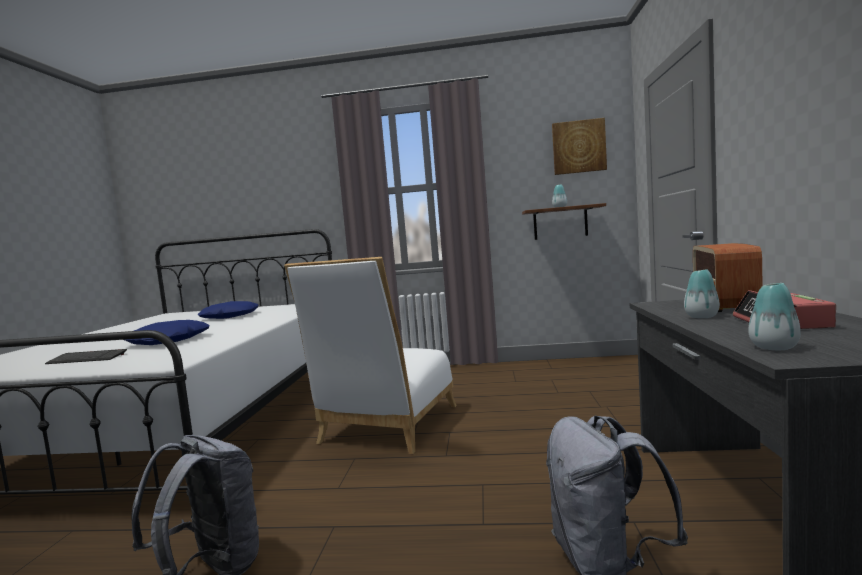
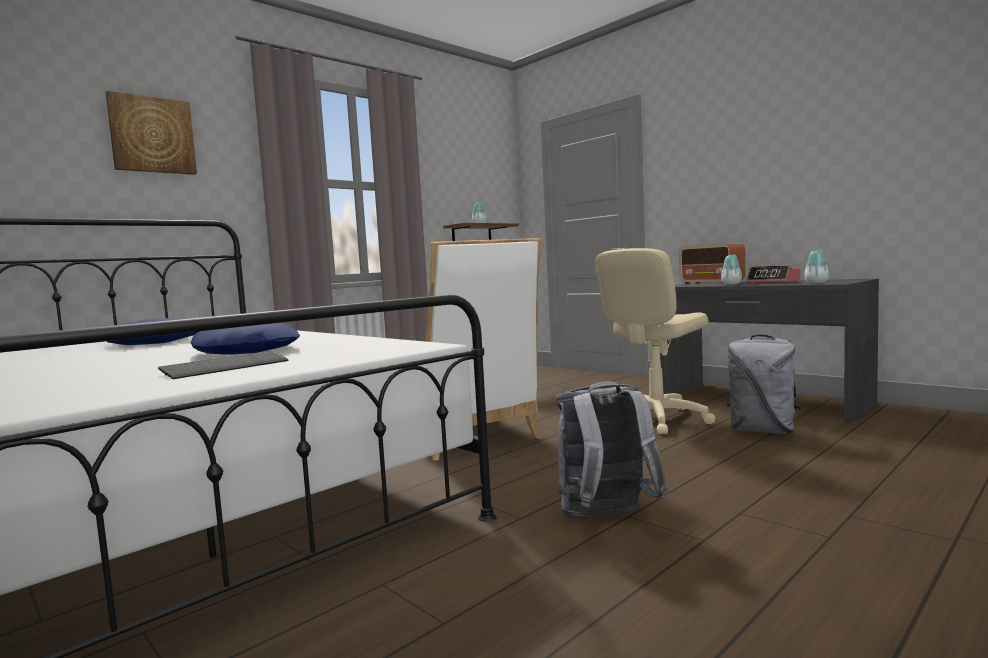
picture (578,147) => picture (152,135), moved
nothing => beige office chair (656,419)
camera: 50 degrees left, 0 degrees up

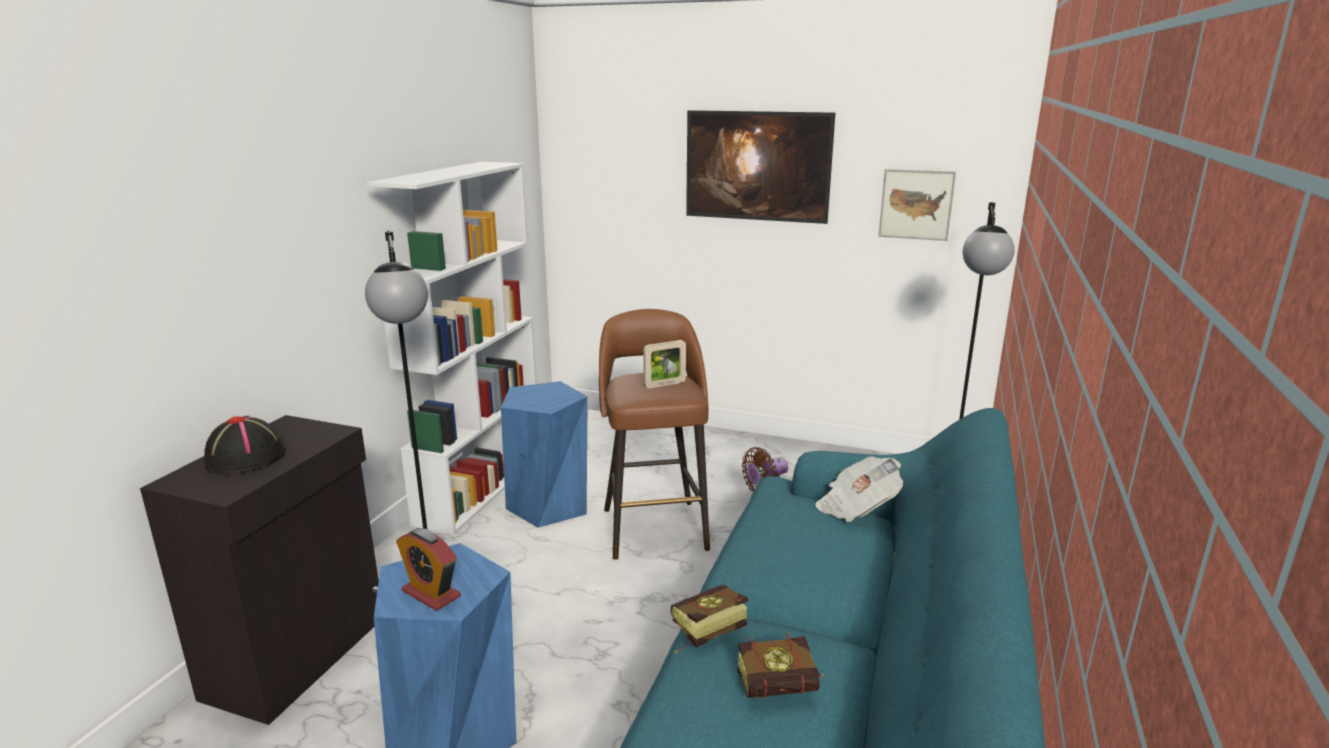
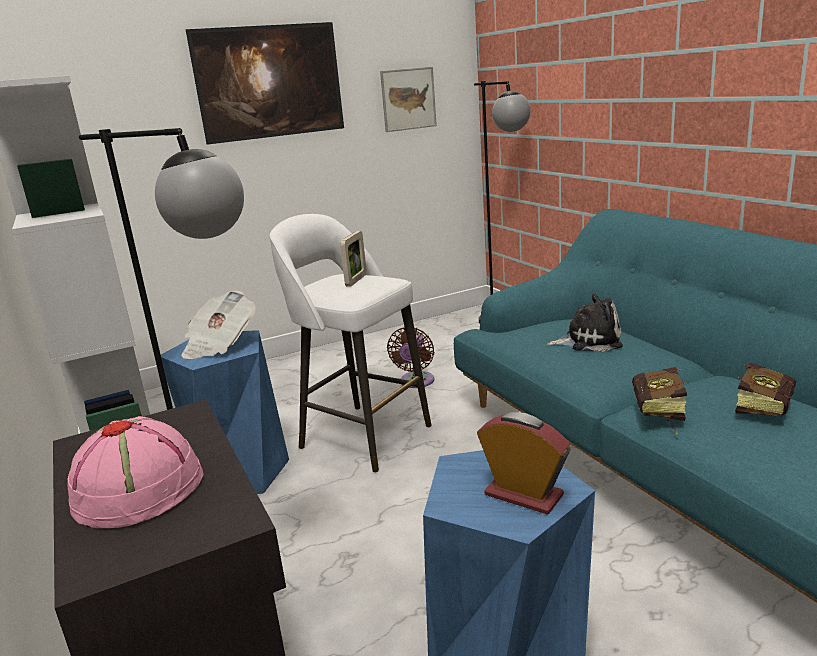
black hat (246,458) => pink hat (139,488)
alarm clock (431,594) => alarm clock (523,495), 135 degrees counterclockwise
brown stool (654,527) => white stool (362,435)
newspaper (856,507) => newspaper (219,345), moved
nothing => plush toy (589,340)
camera: 45 degrees left, 0 degrees up

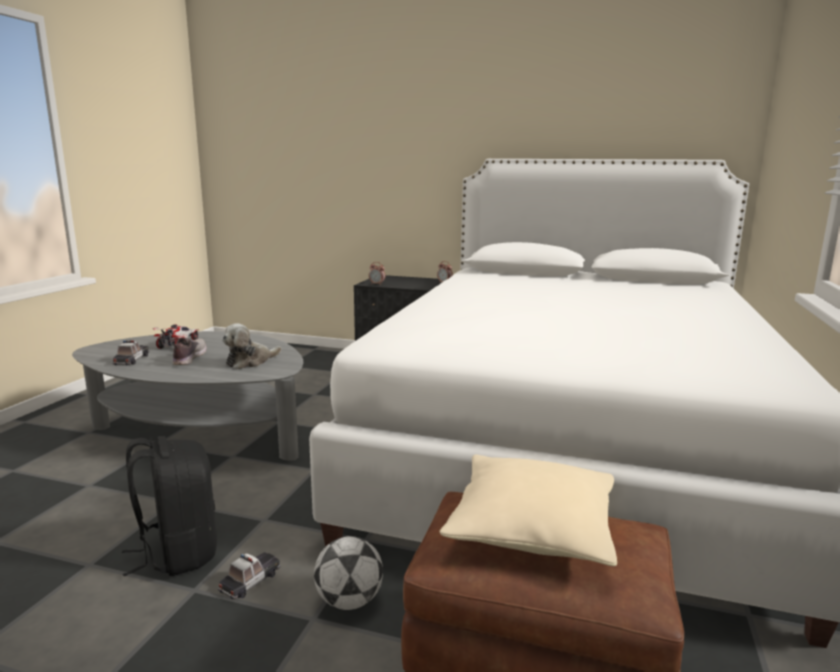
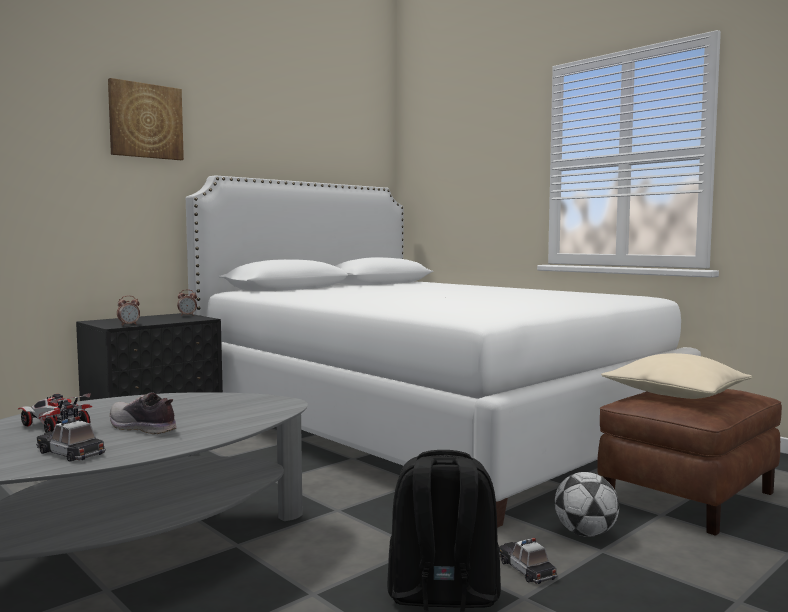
plush toy (250,362) => nothing
nothing => picture (145,121)
camera: 60 degrees left, 10 degrees down

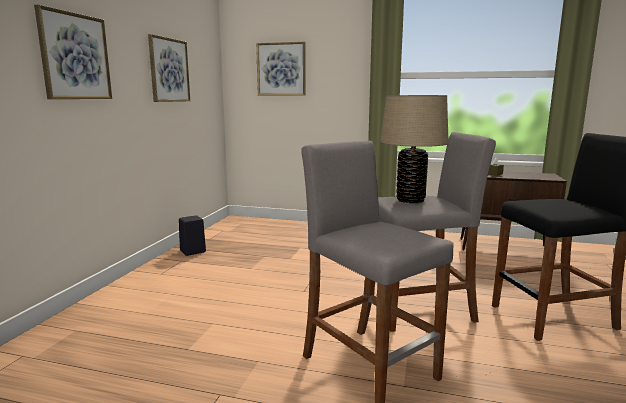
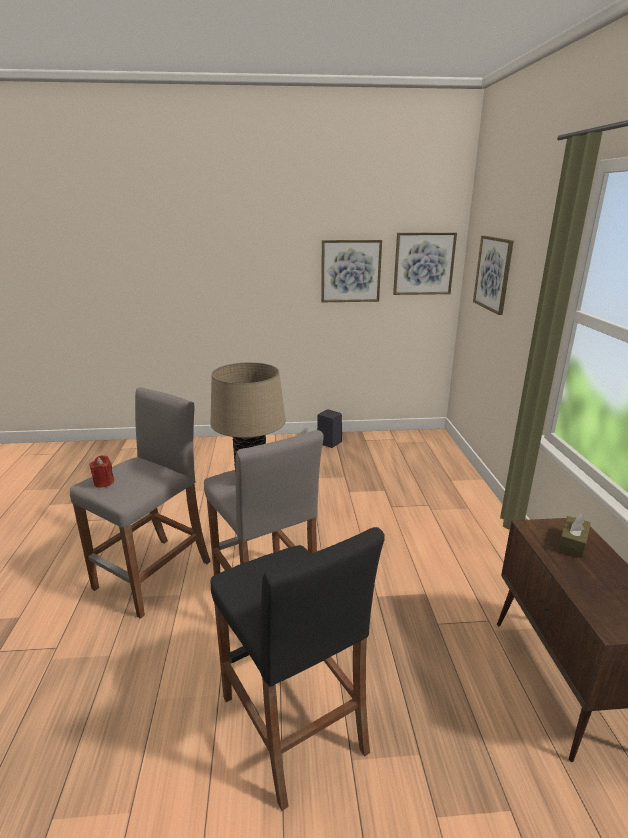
picture (75,56) => picture (423,264), moved
nothing => red candle (104,482)
camera: 70 degrees right, 10 degrees up

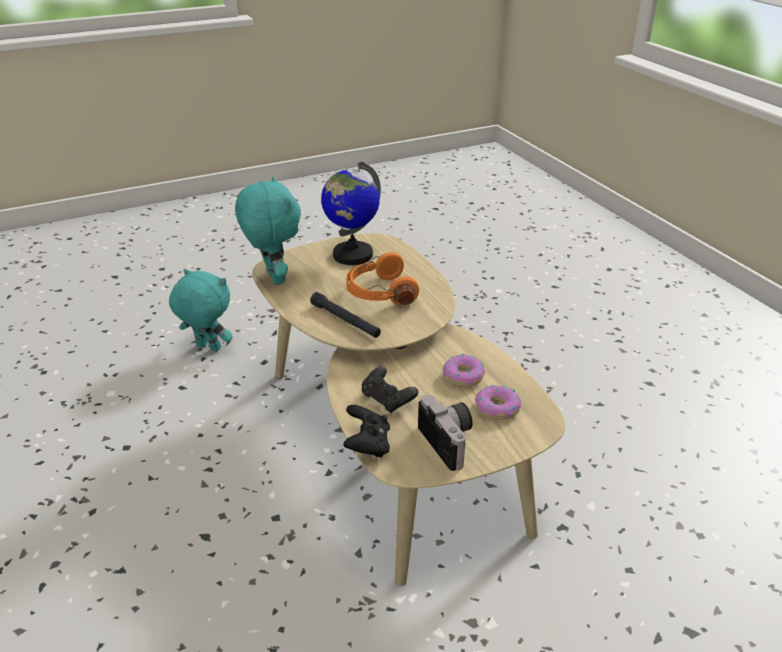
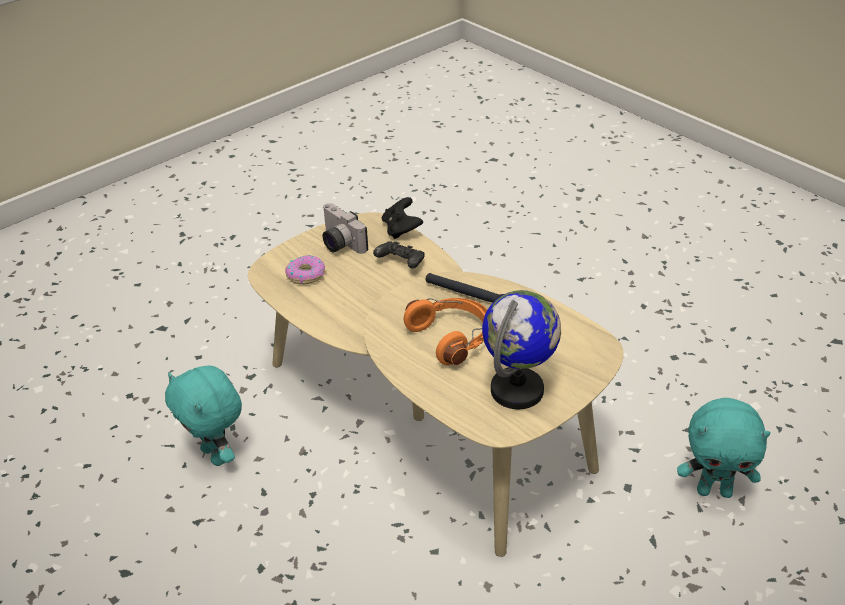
turquoise plush toy (273,278) => turquoise plush toy (216,455), moved
donut (463,376) => nothing
camera: 165 degrees right, 5 degrees up

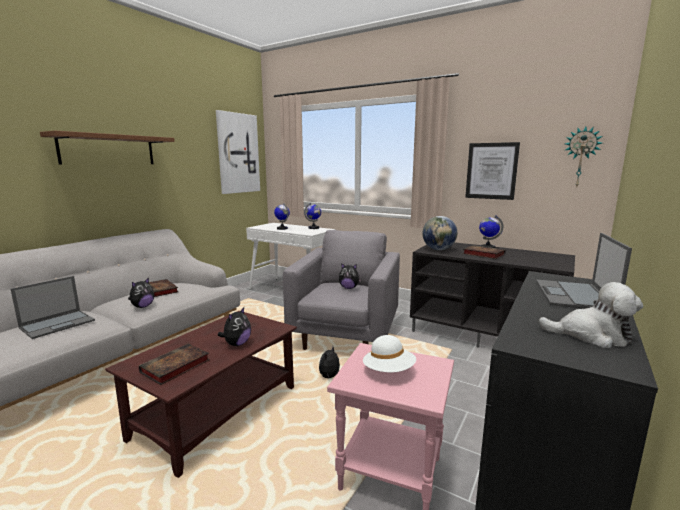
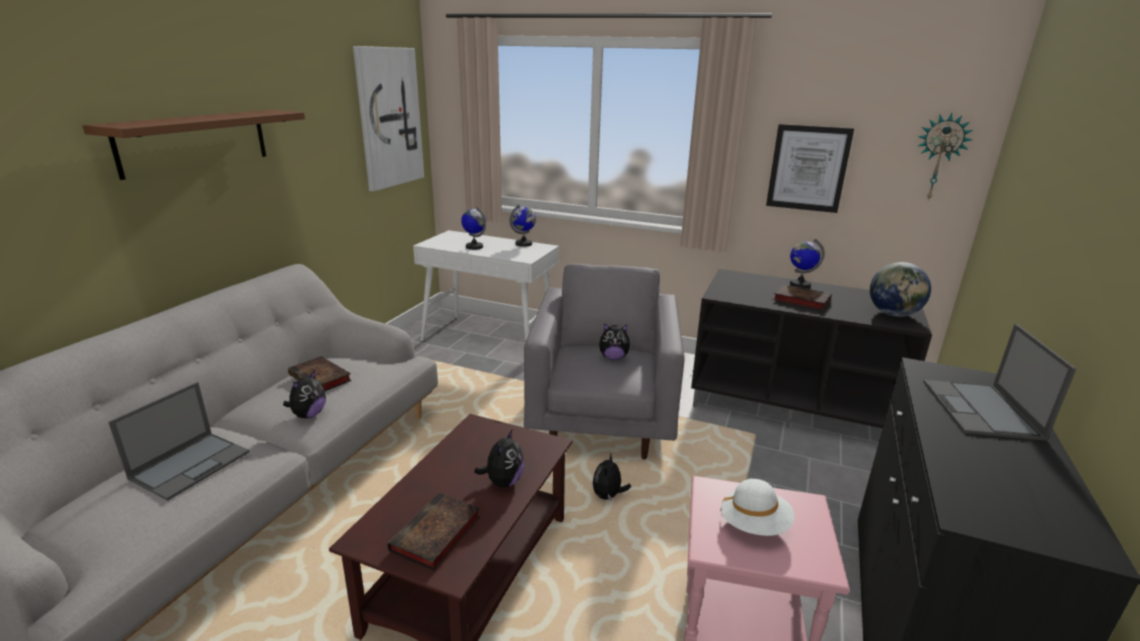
globe (438,249) => globe (893,314), moved
plush toy (591,335) => nothing
camera: 10 degrees left, 10 degrees up

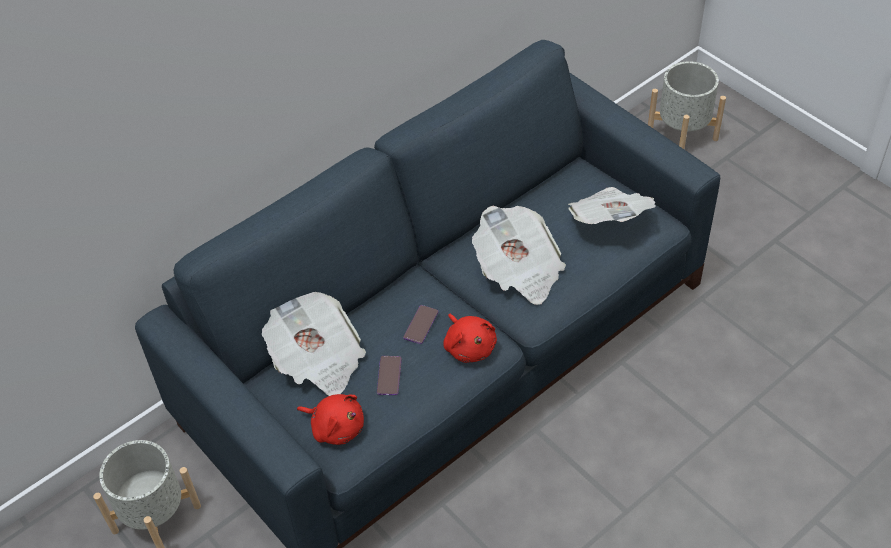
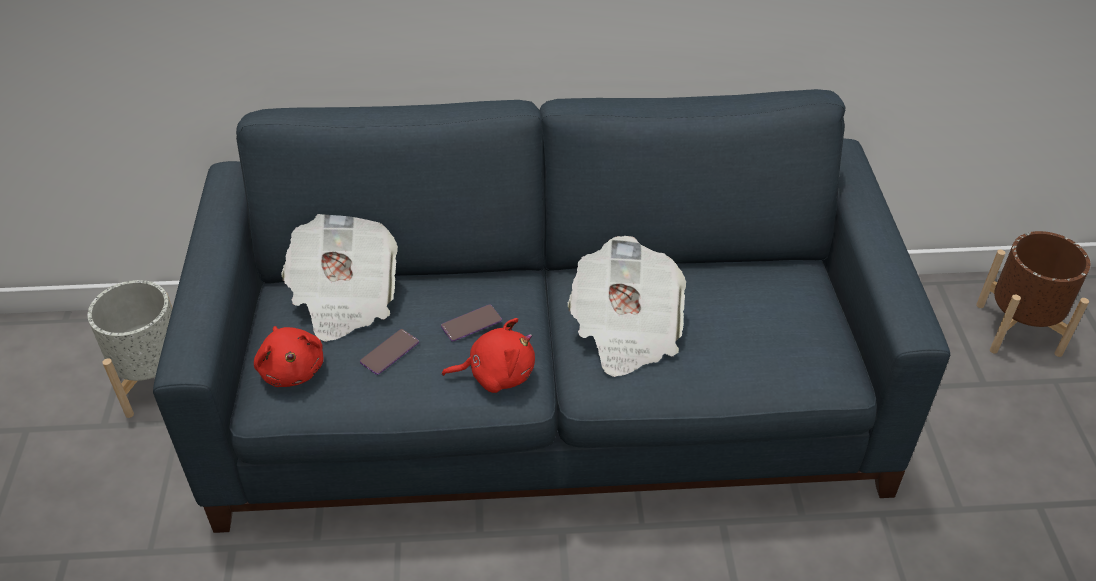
red plush toy (469,346) => red plush toy (496,374), 105 degrees counterclockwise
newspaper (609,221) => nothing
grey planter (682,135) => brown planter (1017,329)
camera: 35 degrees right, 5 degrees down

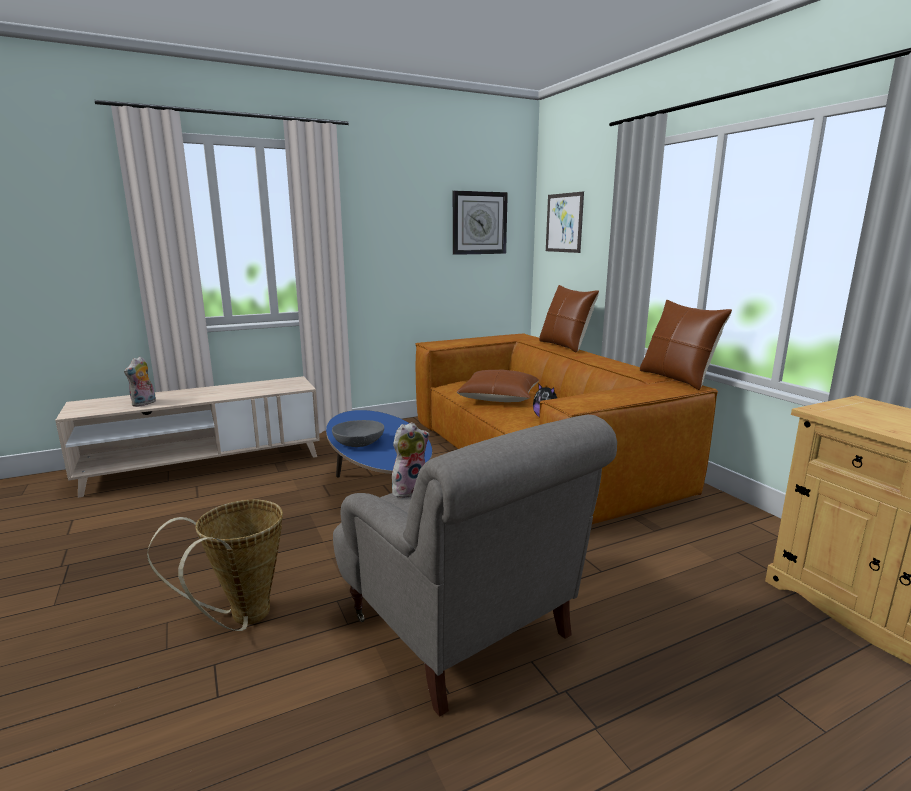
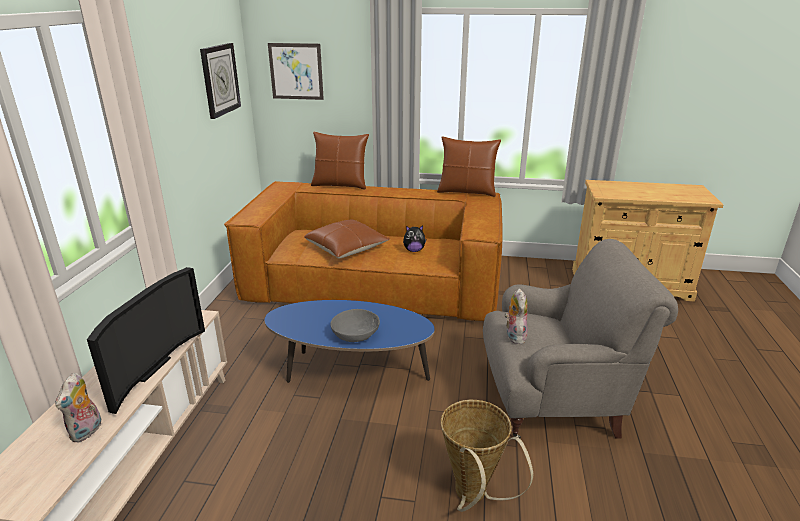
plush toy (144,404) => plush toy (87,432), 45 degrees clockwise
nothing => television (147,368)
camera: 55 degrees left, 10 degrees up

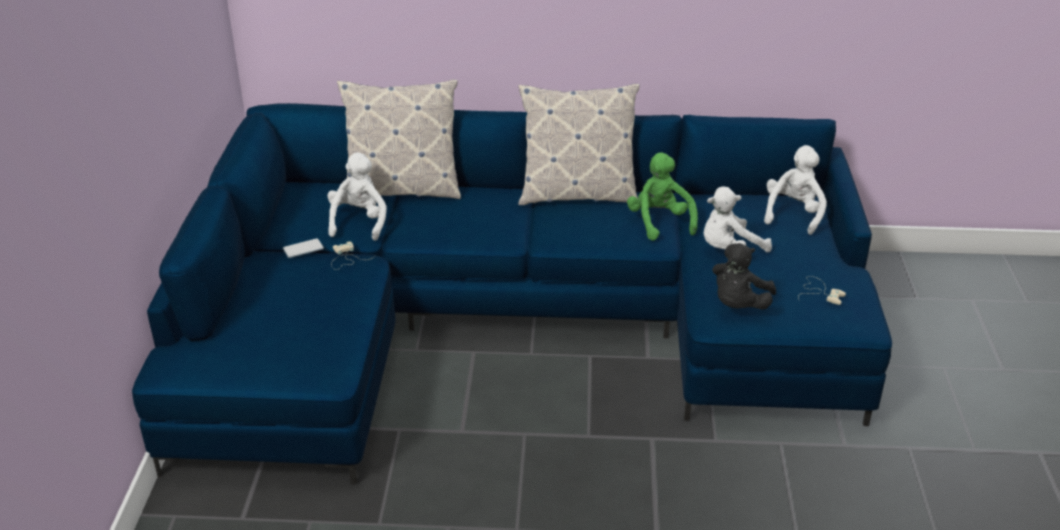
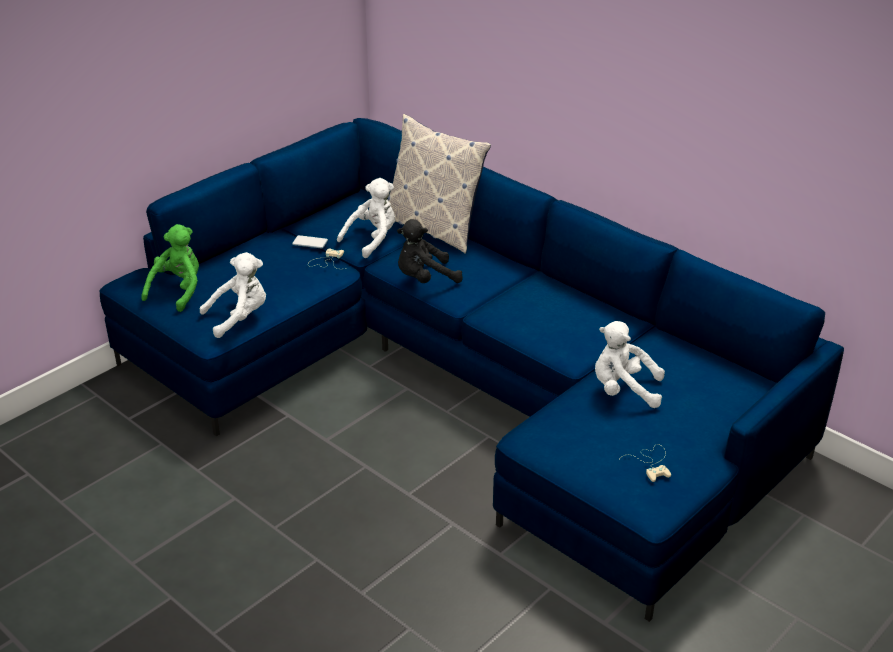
pillow (577,194) => nothing
green plush toy (659,222) => green plush toy (178,291), moved
black plush toy (738,305) => black plush toy (425,279), moved
white plush toy (793,214) => white plush toy (240,317), moved
camera: 40 degrees right, 0 degrees up

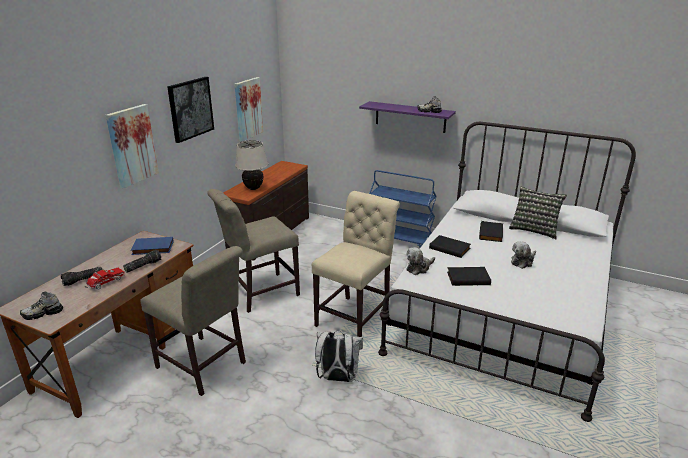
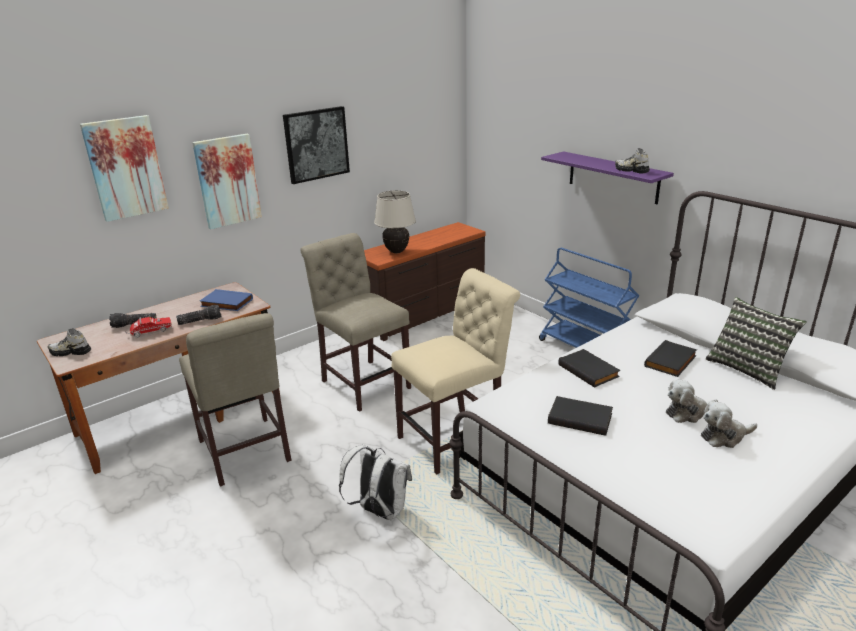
beige chair (259,293) => beige chair (363,382), 60 degrees clockwise
picture (248,109) => picture (125,168), moved
plush toy (419,268) => plush toy (724,436), moved
camera: 25 degrees right, 0 degrees up

